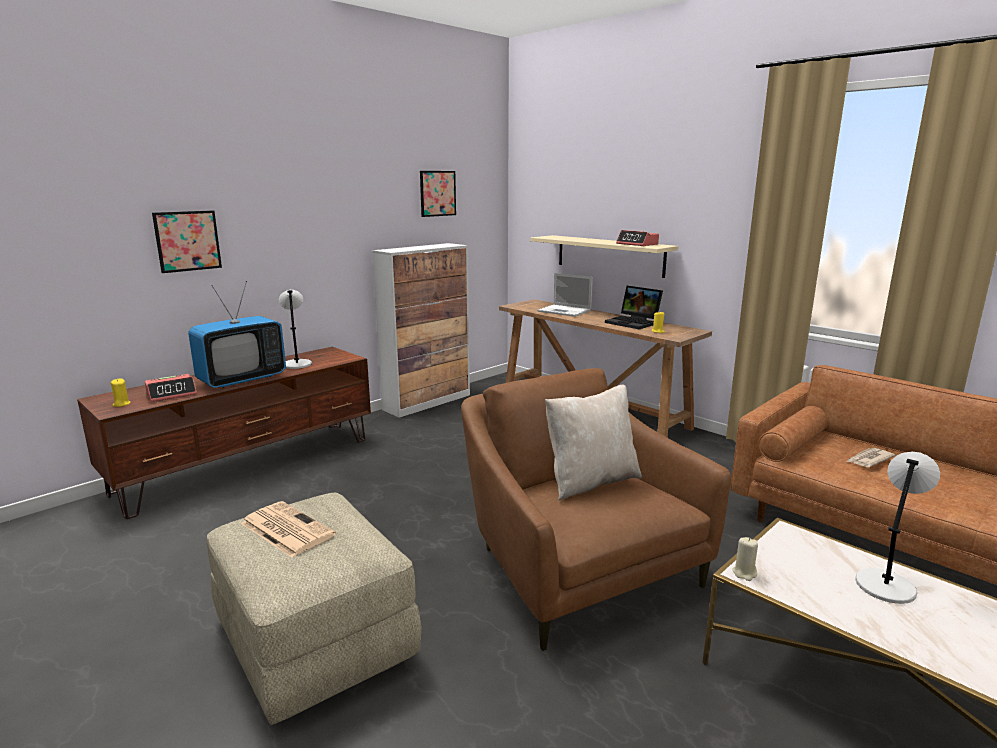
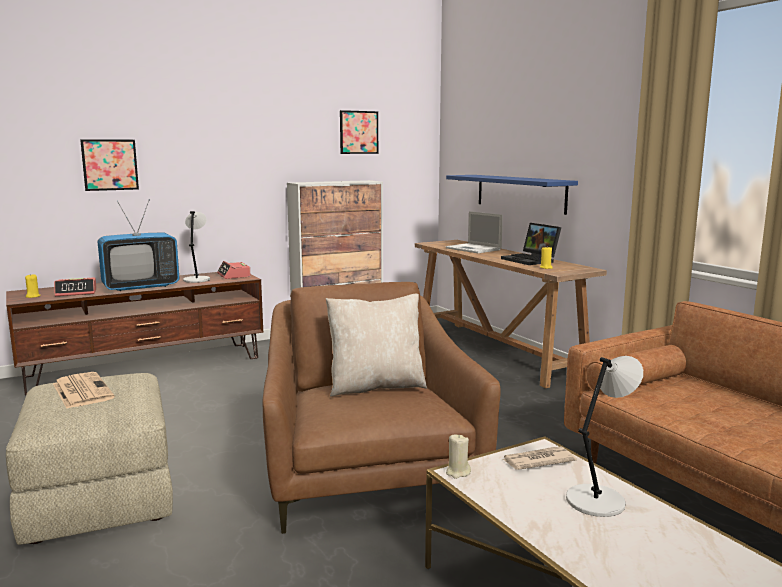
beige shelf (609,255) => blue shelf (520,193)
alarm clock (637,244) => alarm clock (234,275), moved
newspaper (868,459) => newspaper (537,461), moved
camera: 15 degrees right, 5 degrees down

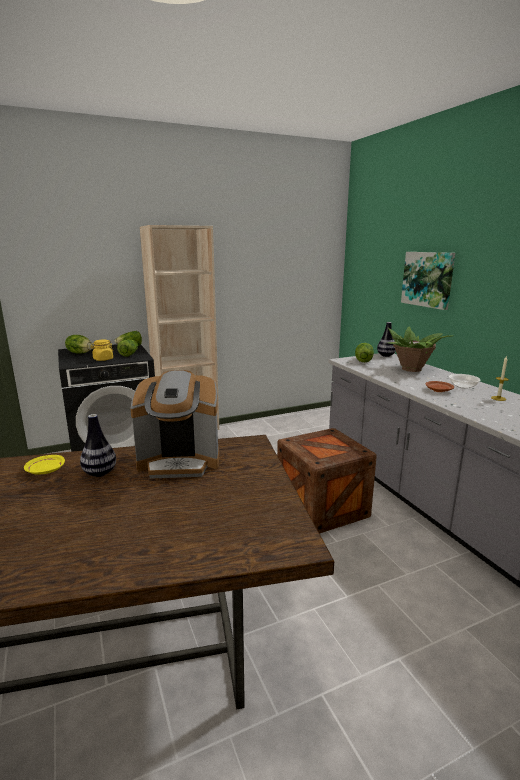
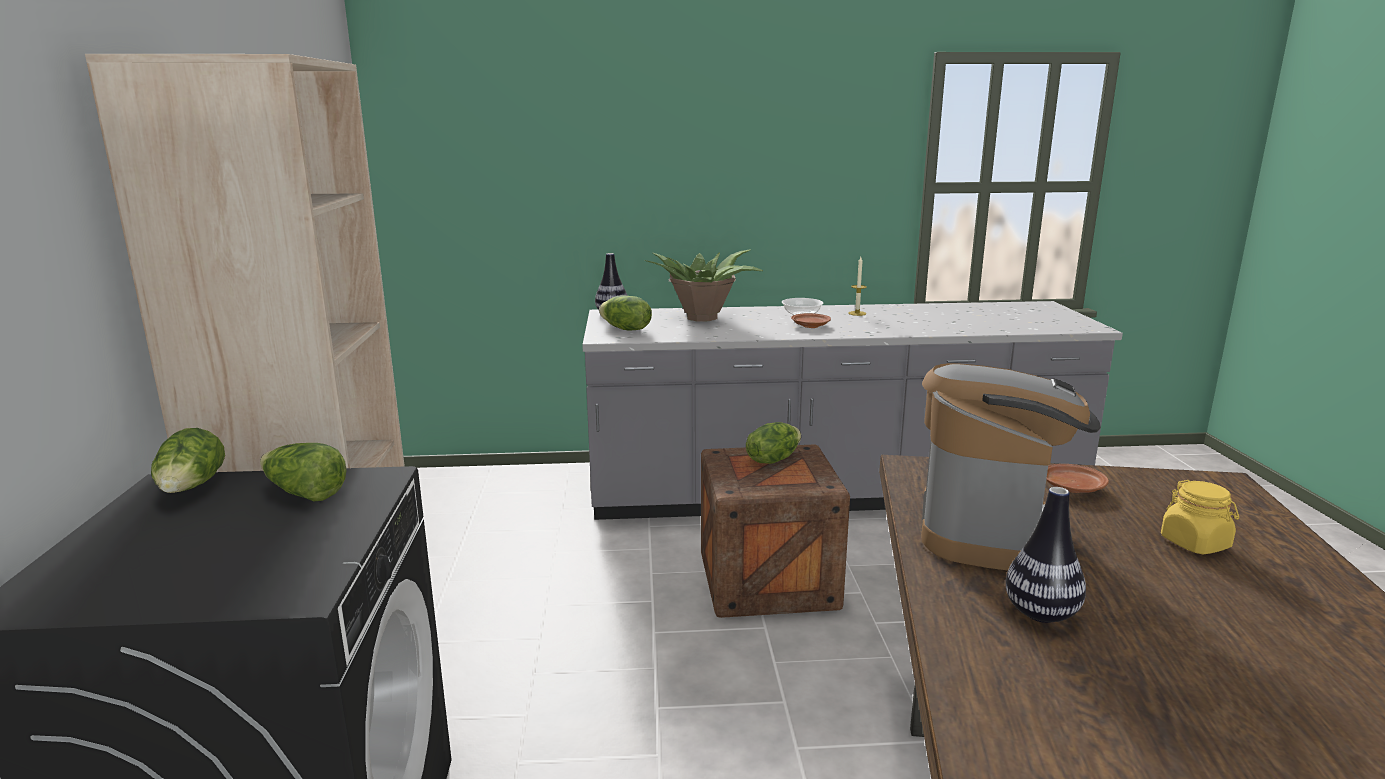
yellow plate (45,470) => nothing
lettuce (80,353) => lettuce (772,459), moved
yellow jar (103,359) => yellow jar (1195,543), moved
picture (428,279) => nothing
nothing => brown plate (1072,488)
camera: 70 degrees left, 0 degrees up

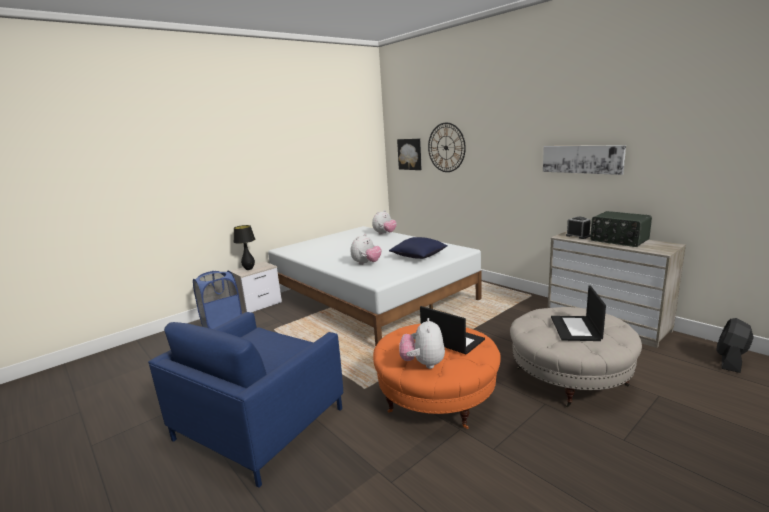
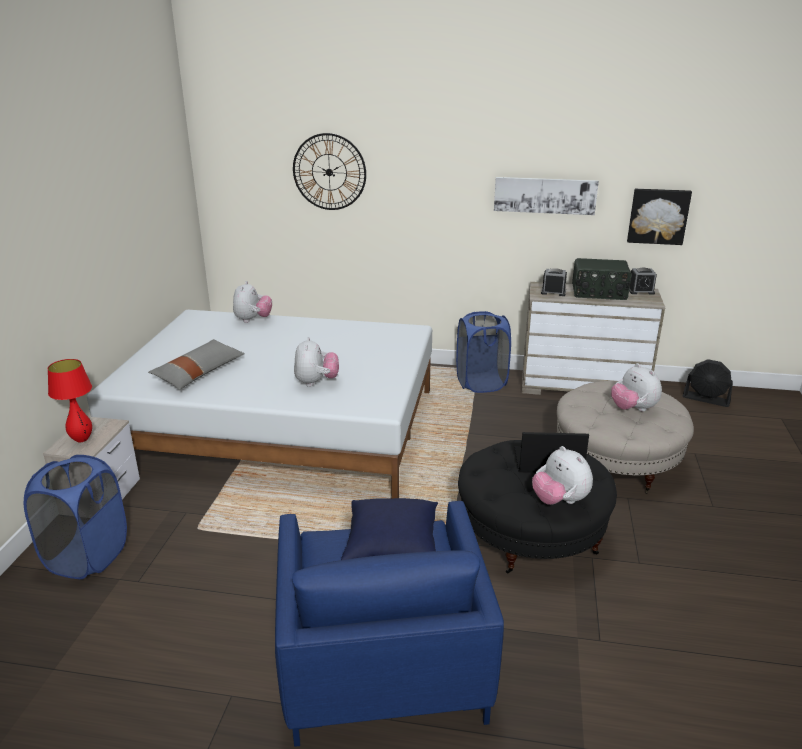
black table lamp (249,269) => red table lamp (81,439)
orange ottoman (437,397) => black ottoman (531,533)
blue pillow (419,257) => blue pillow (393,546), moved
picture (410,154) => picture (658,216), moved
laptop (576,329) => plush toy (633,409)
black fan (730,361) => black fan (706,399), 60 degrees counterclockwise
nothing => grey pillow (199,372)
nothing => blue laundry basket (481,383)
nothing => alarm clock (640,291)
camera: 40 degrees left, 10 degrees up

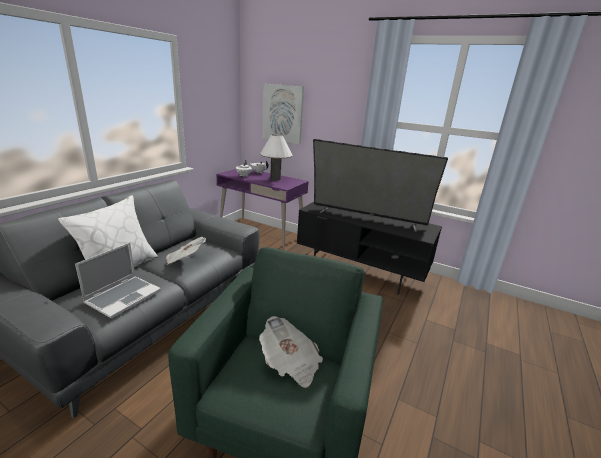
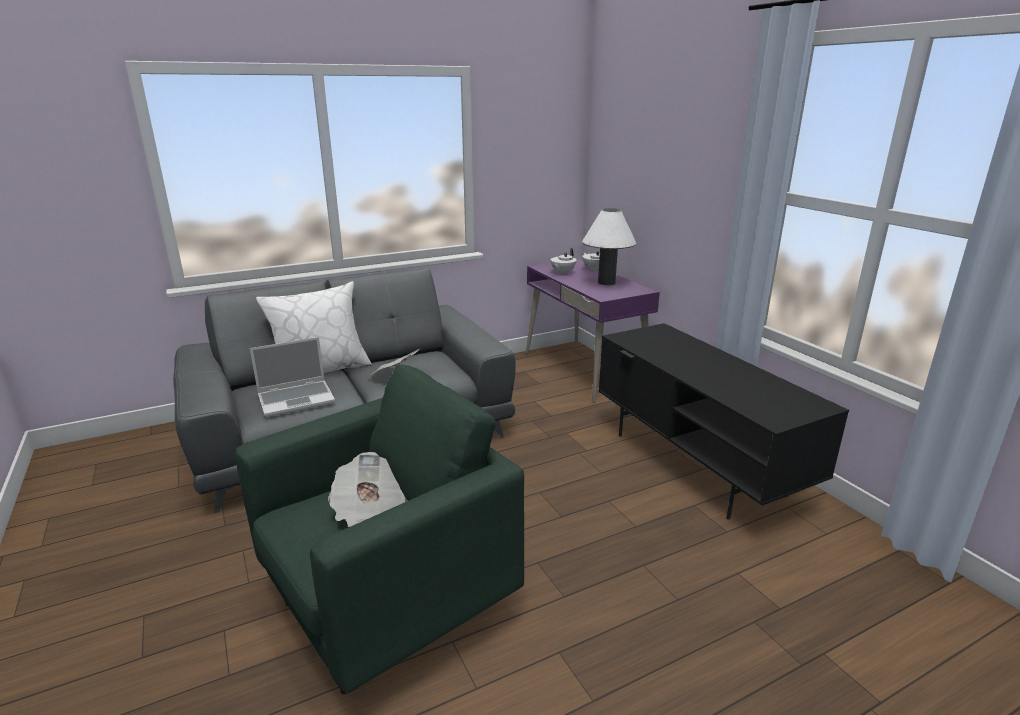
picture (283,113) => nothing
television (367,218) => nothing
camera: 35 degrees right, 0 degrees up

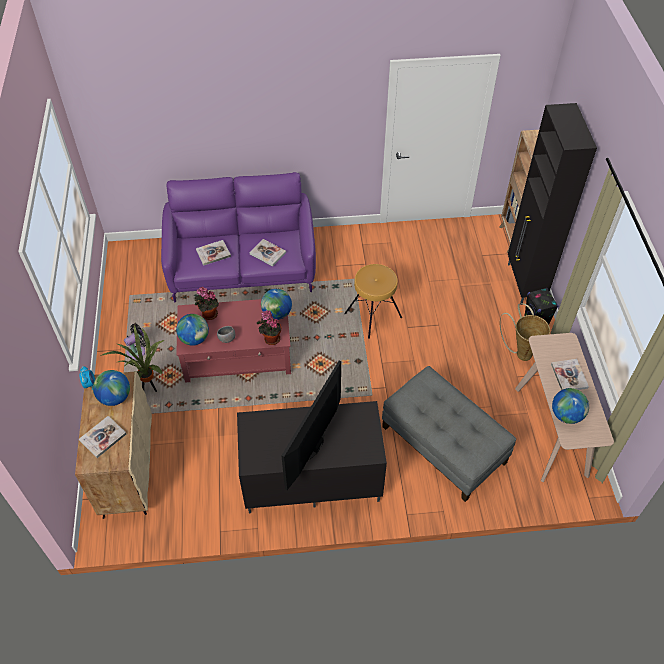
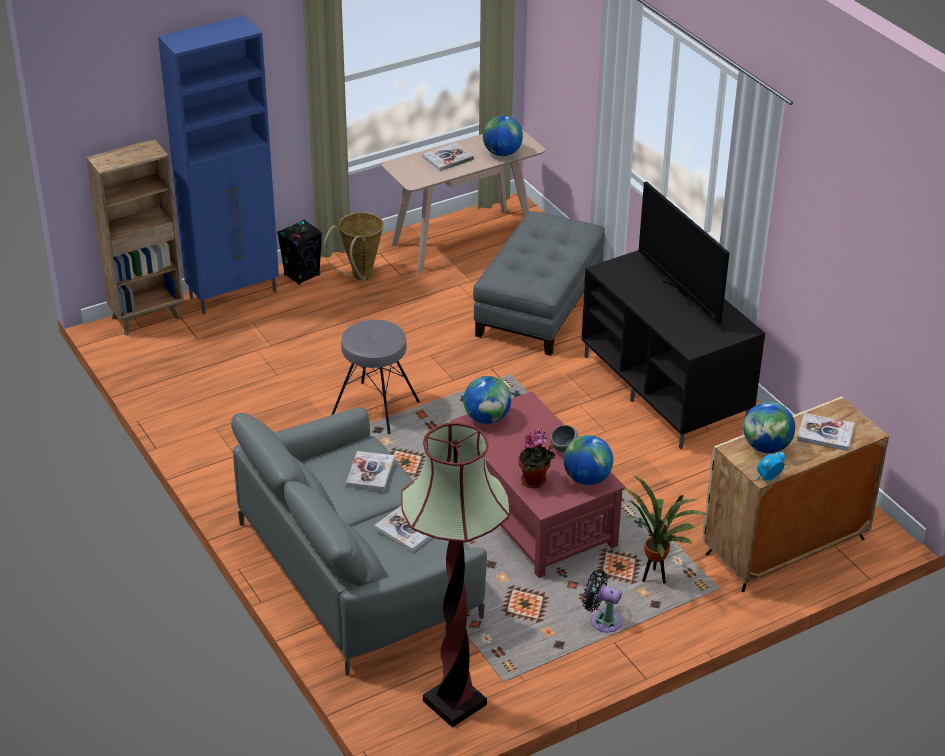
purple sofa (242,266) => grey sofa (358,570)
potted plant (270,339) => nothing
television (316,446) => television (680,292), 60 degrees clockwise
brown stool (373,316) => grey stool (375,407)
black cabinet (524,283) => blue cabinet (234,294)
nothing => floor lamp (454,702)
camera: 115 degrees left, 15 degrees down

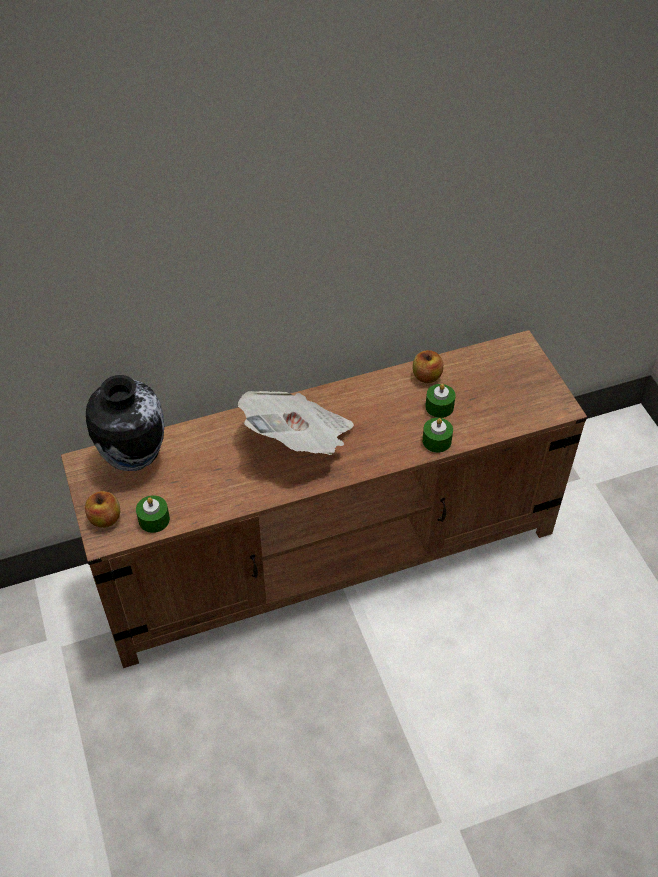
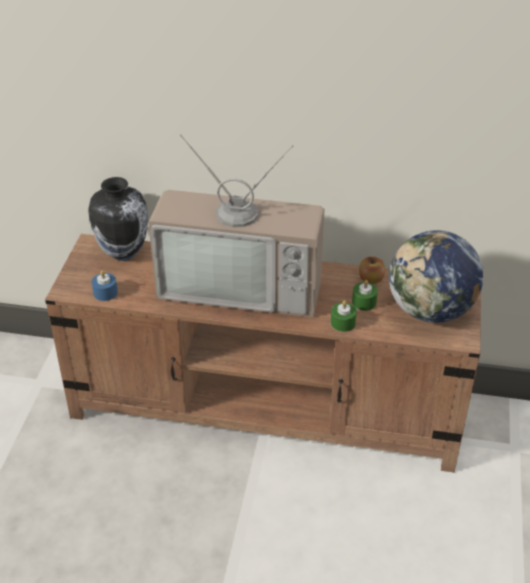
apple (105,518) => nothing
green candle (154,519) => blue candle (105,292)
newspaper (299,440) => television (242,284)
nothing => globe (430,311)
camera: 30 degrees right, 10 degrees down

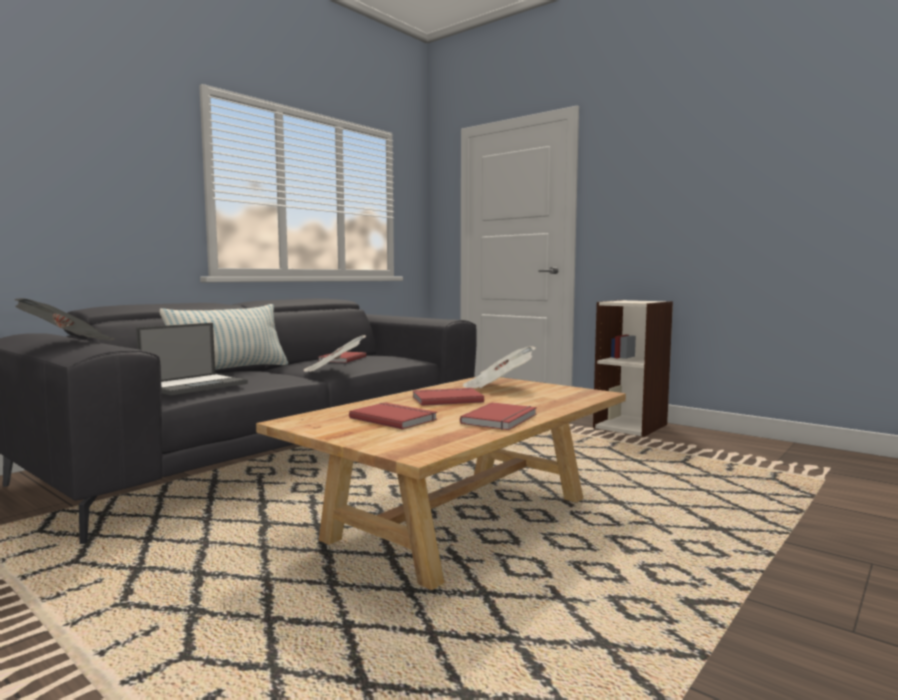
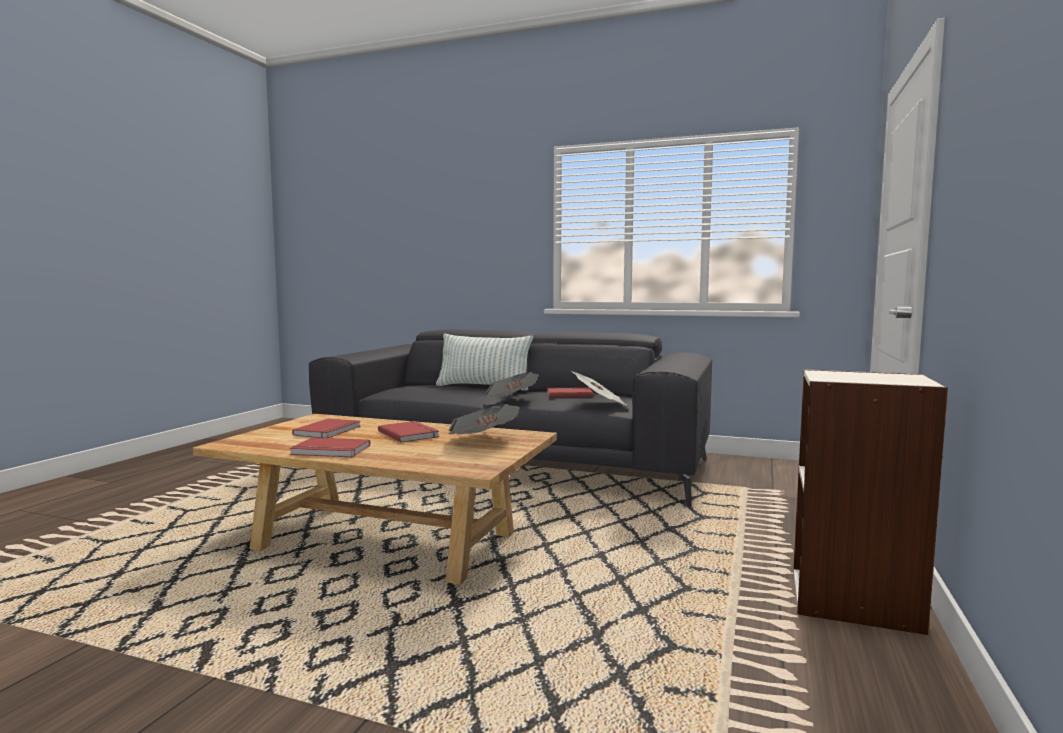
newspaper (68,343) => newspaper (599,404), moved
laptop (195,385) => nothing
camera: 70 degrees right, 0 degrees up

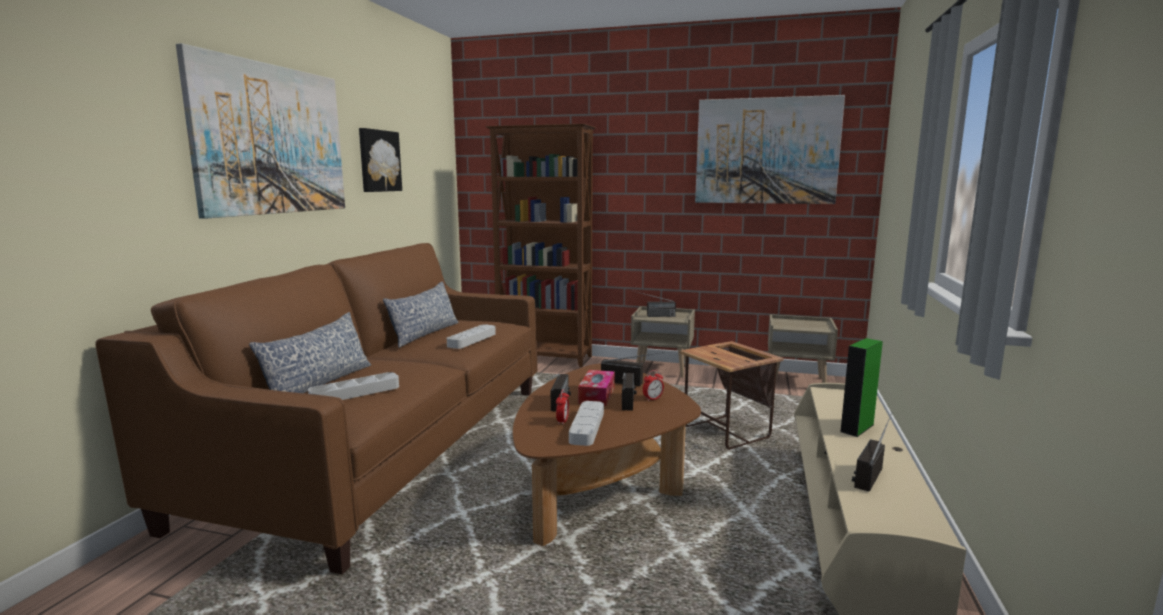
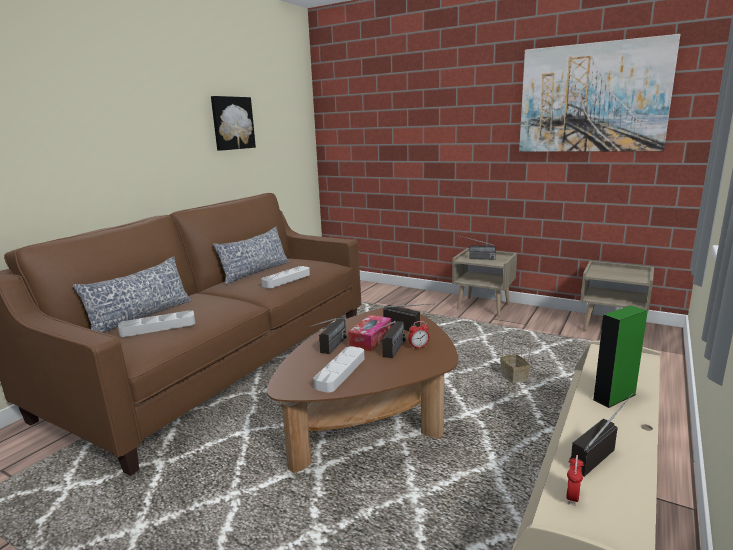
picture (272,140) => nothing
brown bookcase (545,358) => nothing
alarm clock (562,421) => alarm clock (572,497), moved
side table (727,433) => basket (515,377)
camera: 15 degrees right, 5 degrees up

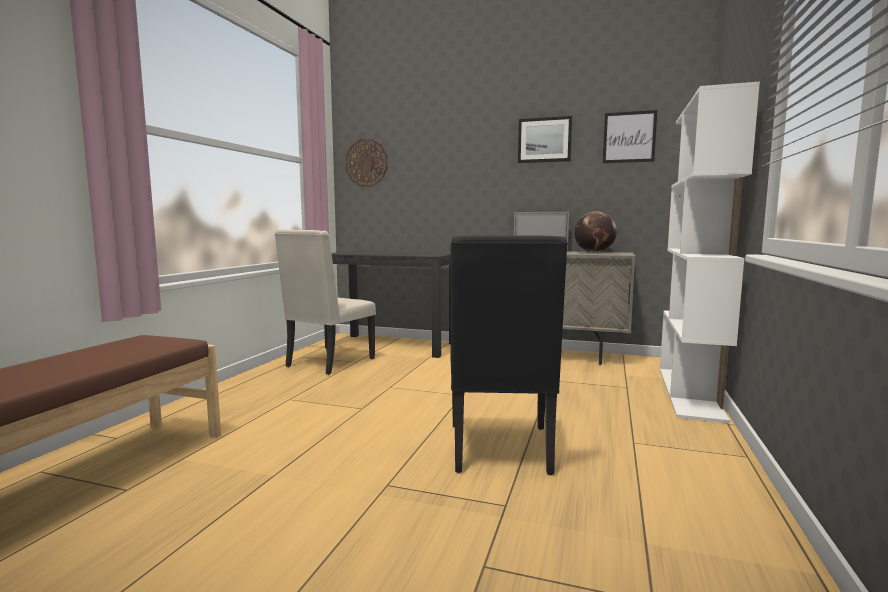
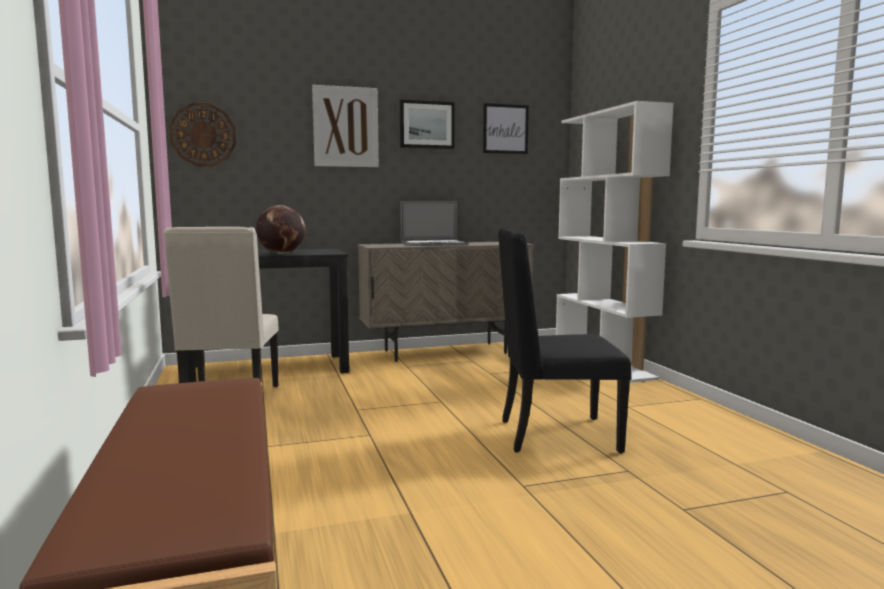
black chair (501,450) => black chair (555,435), 120 degrees clockwise
globe (594,252) => globe (281,253), moved
nothing => picture (345,127)
camera: 35 degrees left, 0 degrees up

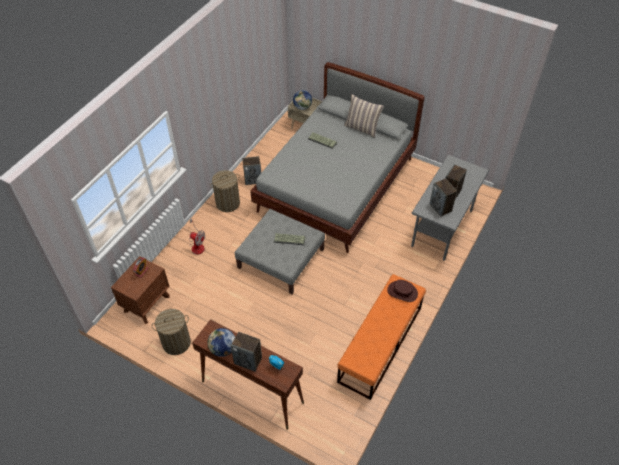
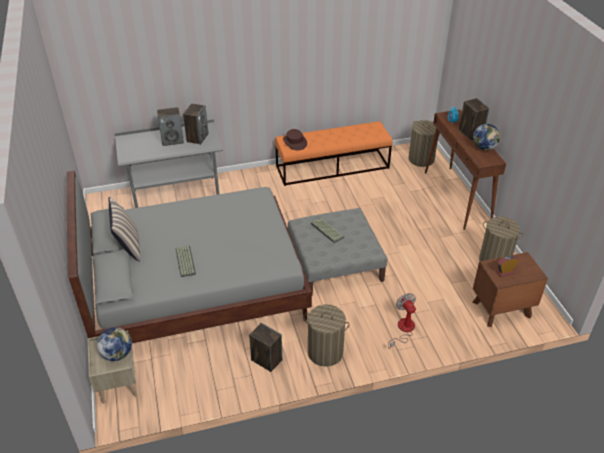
nothing => laundry basket (421,159)
camera: 135 degrees left, 10 degrees down

